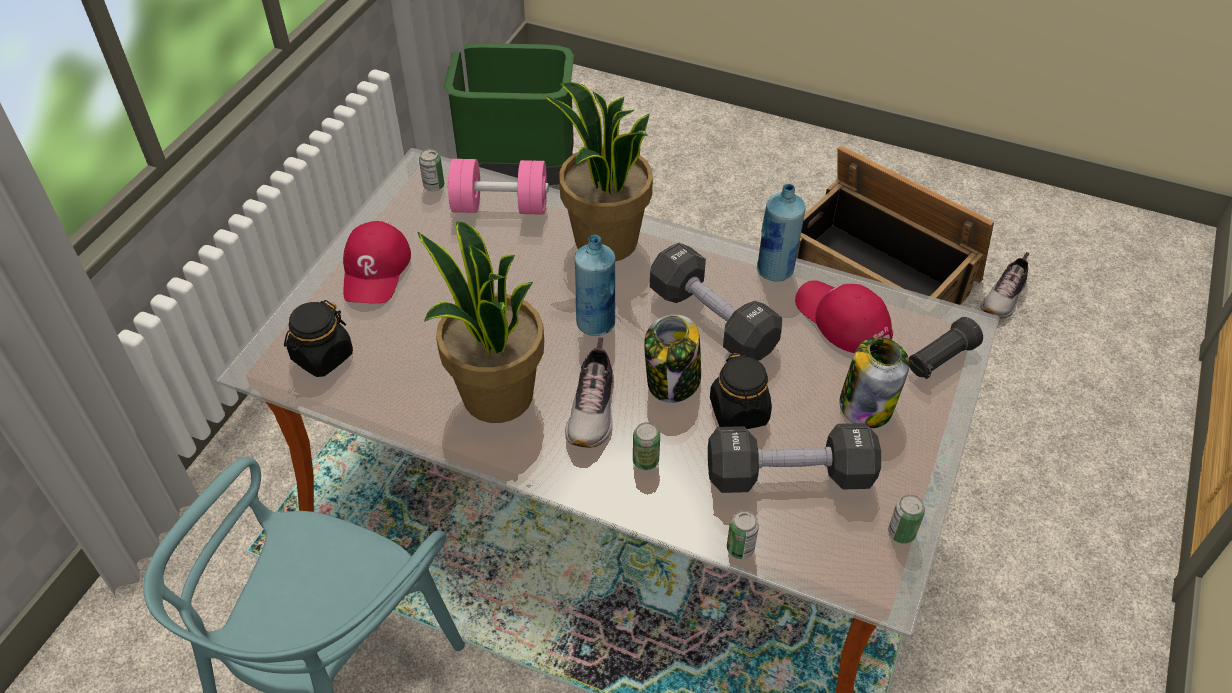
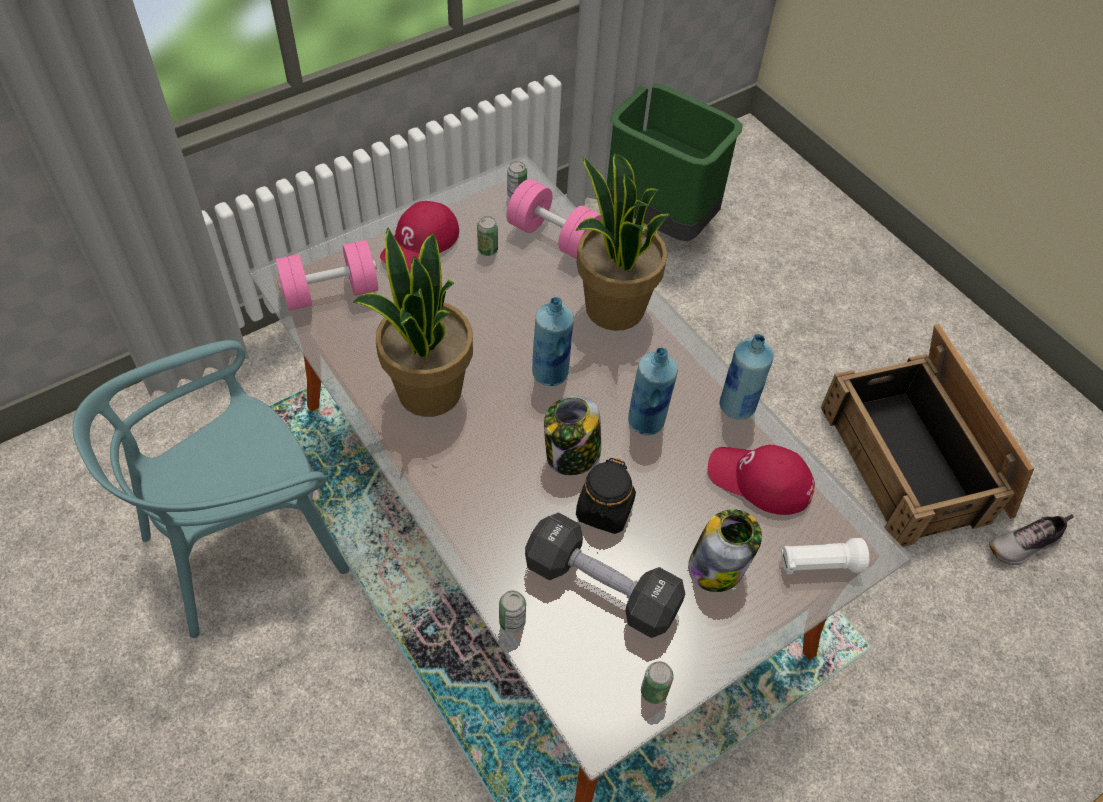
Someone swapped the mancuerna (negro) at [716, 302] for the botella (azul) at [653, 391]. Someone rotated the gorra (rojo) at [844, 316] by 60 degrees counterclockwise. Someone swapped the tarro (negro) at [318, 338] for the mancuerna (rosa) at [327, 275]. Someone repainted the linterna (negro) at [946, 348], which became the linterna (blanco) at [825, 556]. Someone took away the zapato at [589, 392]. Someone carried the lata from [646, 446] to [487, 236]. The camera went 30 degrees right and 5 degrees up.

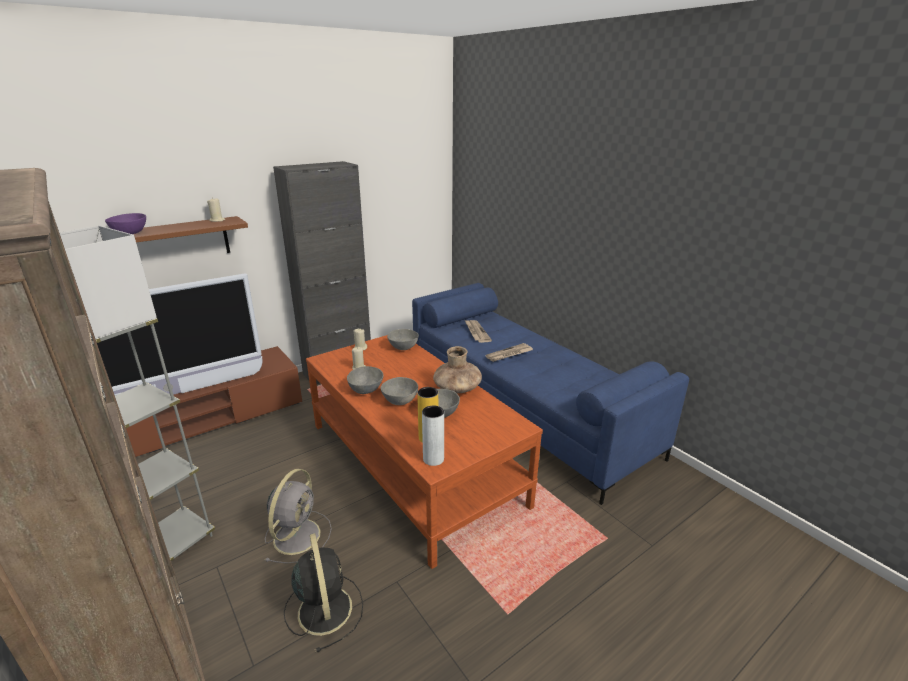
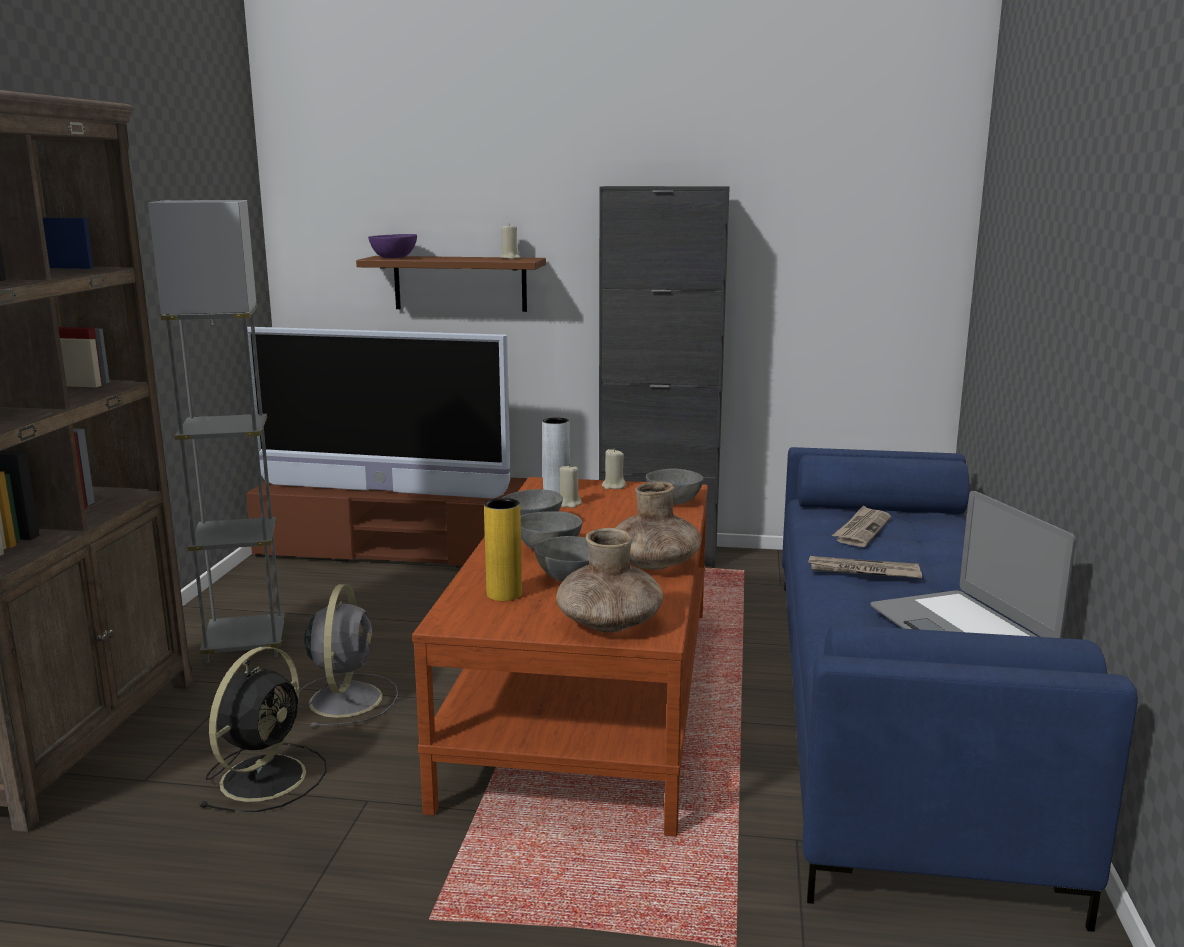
Someone carried the florero (gris) from [433, 436] to [556, 456]. Someone rotated the ventilador (gris) at [298, 516] by 60 degrees counterclockwise. Someone put down the portátil at [973, 564]. Someone put down the florero (marrón) at [609, 580]. The camera went 45 degrees right and 10 degrees down.

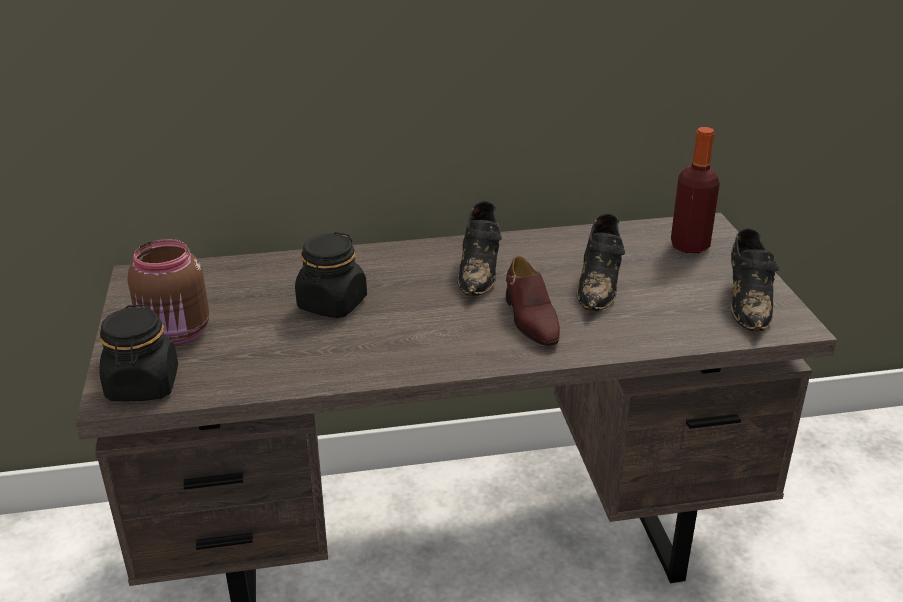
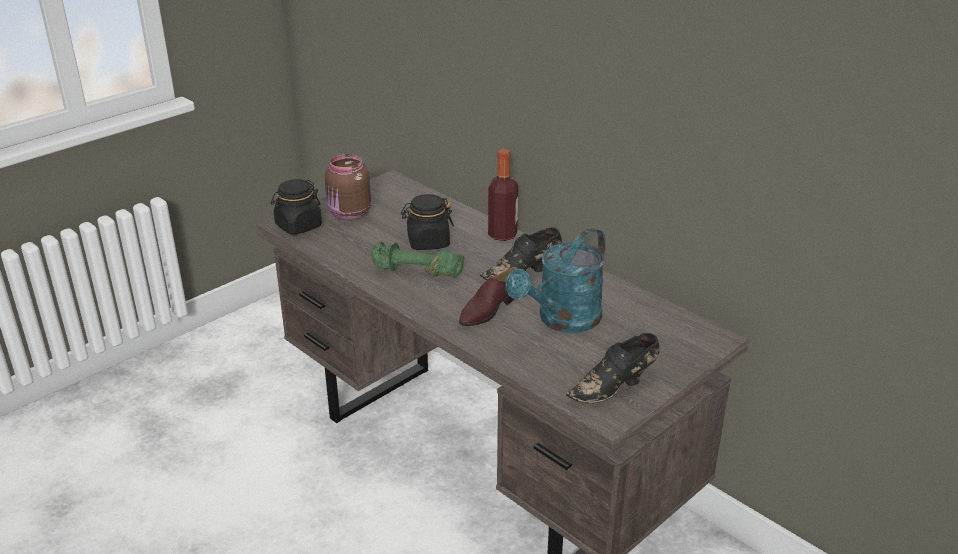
Someone carried the botella from [695, 190] to [503, 195]. Someone swapped the zapato (negro) at [600, 262] for the regadera (turquesa) at [556, 280]. Someone put down the mancuerna (verde) at [417, 259]. The camera went 55 degrees right and 0 degrees up.

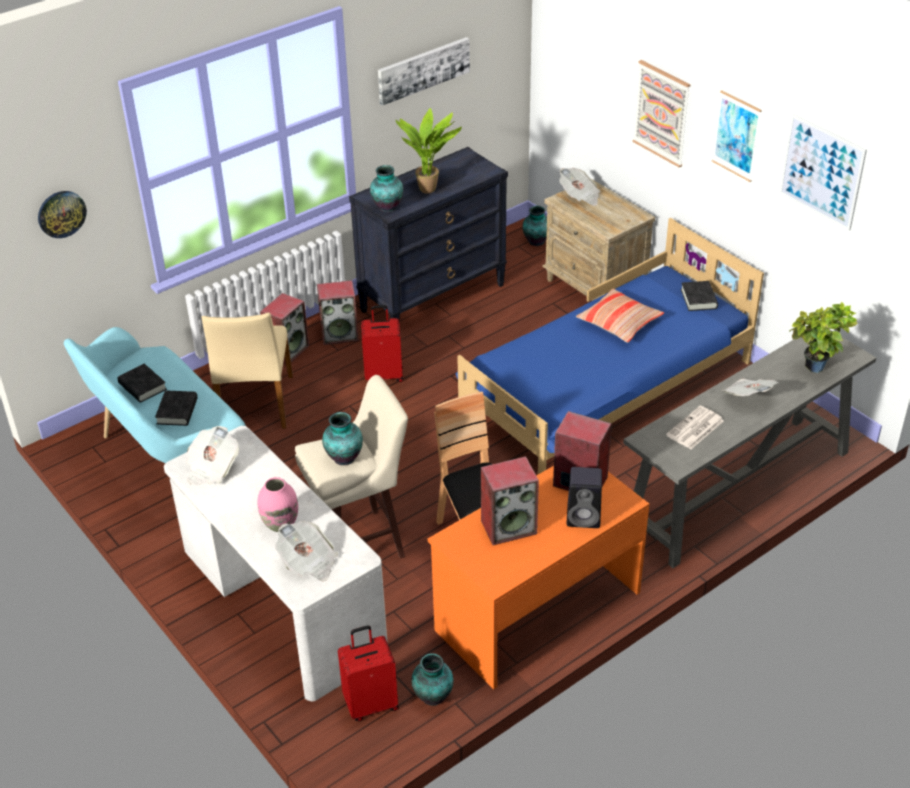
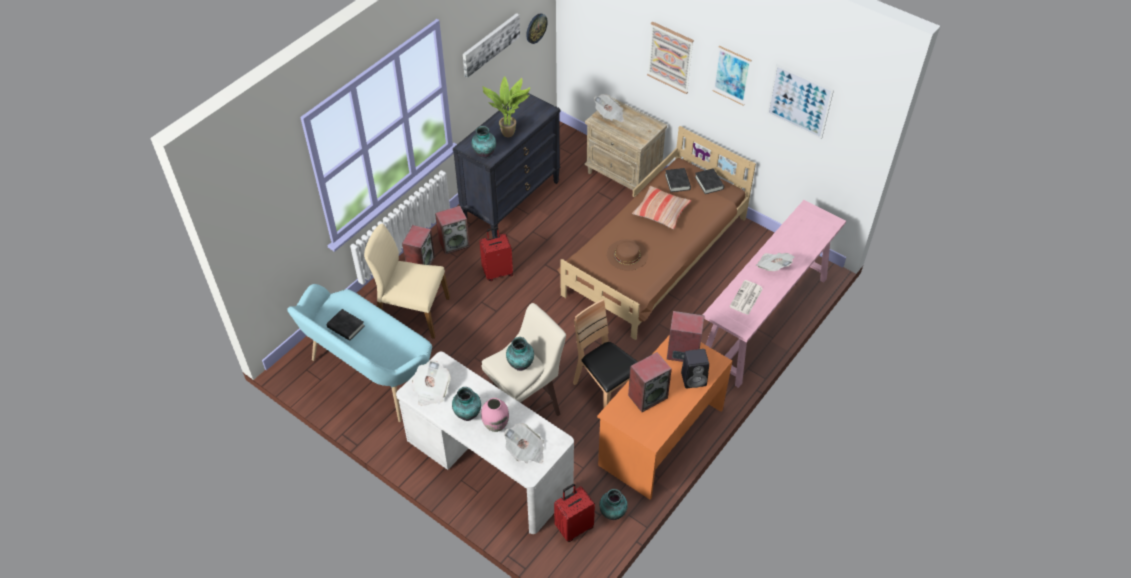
Someone carried the reloj de pared from [62, 214] to [537, 28]. Someone carried the florero from [534, 226] to [466, 404]. Someone repainted the cama (azul) at [609, 346], which became the cama (marrón) at [657, 233]. Someone took away the planta en maceta at [824, 337]. Someone rotated the silla (beis) at [247, 371] by 120 degrees clockwise. Someone repainted the mesa consola (gris) at [749, 448], which became the mesa consola (rosa) at [774, 294]. Someone carried the libro (negro) from [176, 408] to [678, 180]. Someone put down the sombrero (marrón) at [627, 255]. The camera went 15 degrees left and 10 degrees up.

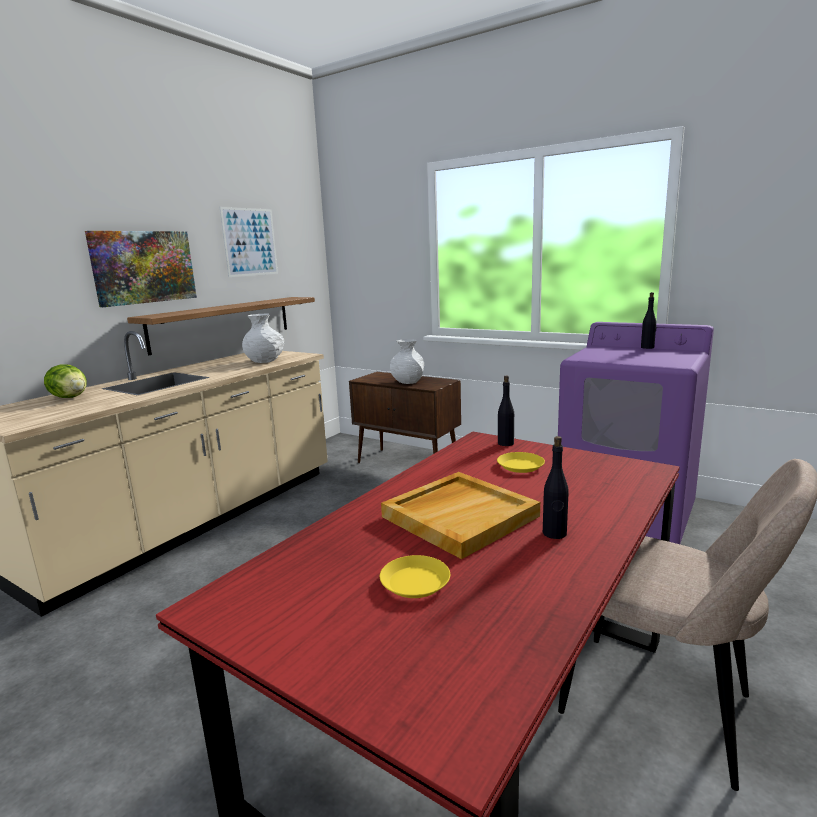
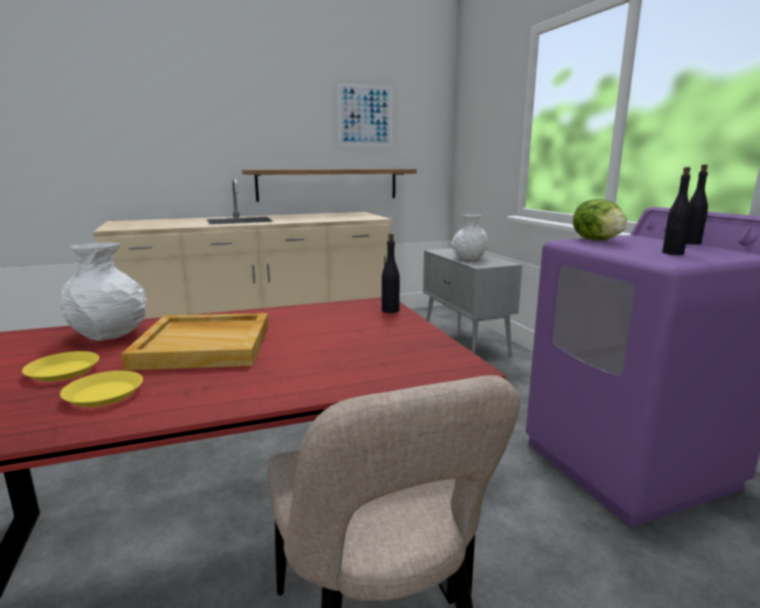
Someone took away the cuadro at [141, 269]. Someone carried the florero (blanco) from [263, 338] to [103, 291]. Someone carried the lechuga from [65, 381] to [600, 219]. Someone repainted the armario (marrón) at [405, 417], which became the armario (gris) at [472, 302]. Someone carried the botella (negro) from [556, 487] to [676, 211]. Someone carried the plato (amarillo) from [521, 462] to [101, 389]. The camera went 35 degrees right and 0 degrees up.

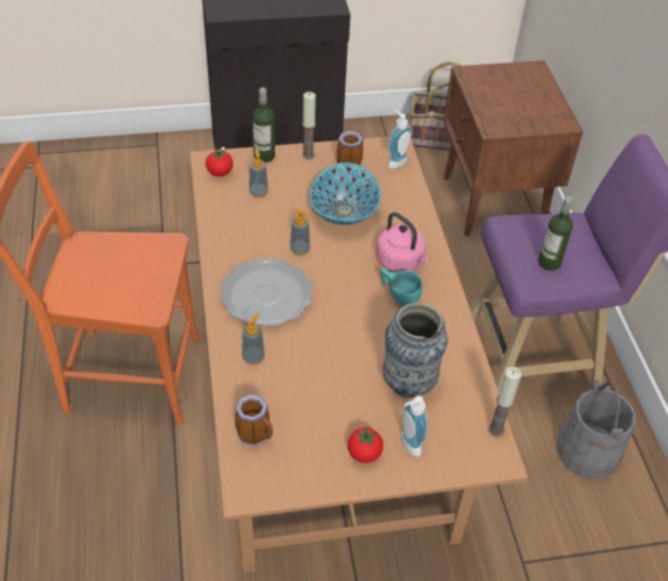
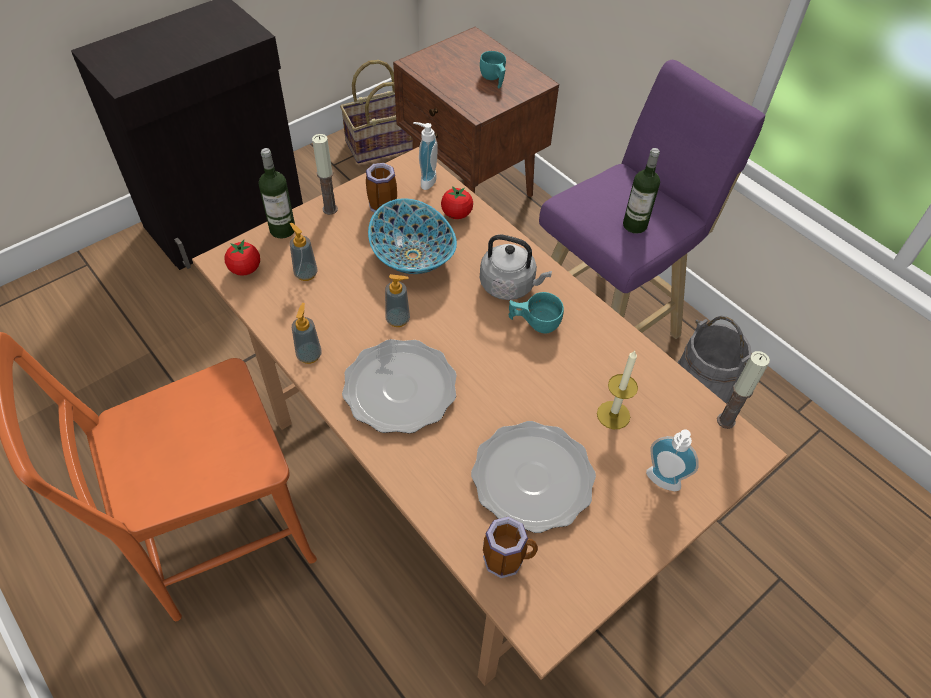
Someone repainted the hervidor (rosa) at [403, 242], which became the hervidor (gris) at [516, 267]. Someone swapped the florero at [415, 350] for the vela at [617, 390]. Someone carried the dispensador de jabón from [253, 339] to [307, 333]. Someone carried the tomate from [365, 445] to [457, 202]. Someone put down the taza (turquesa) at [493, 69]. Someone put down the plato at [533, 477]. The camera went 30 degrees left and 5 degrees up.

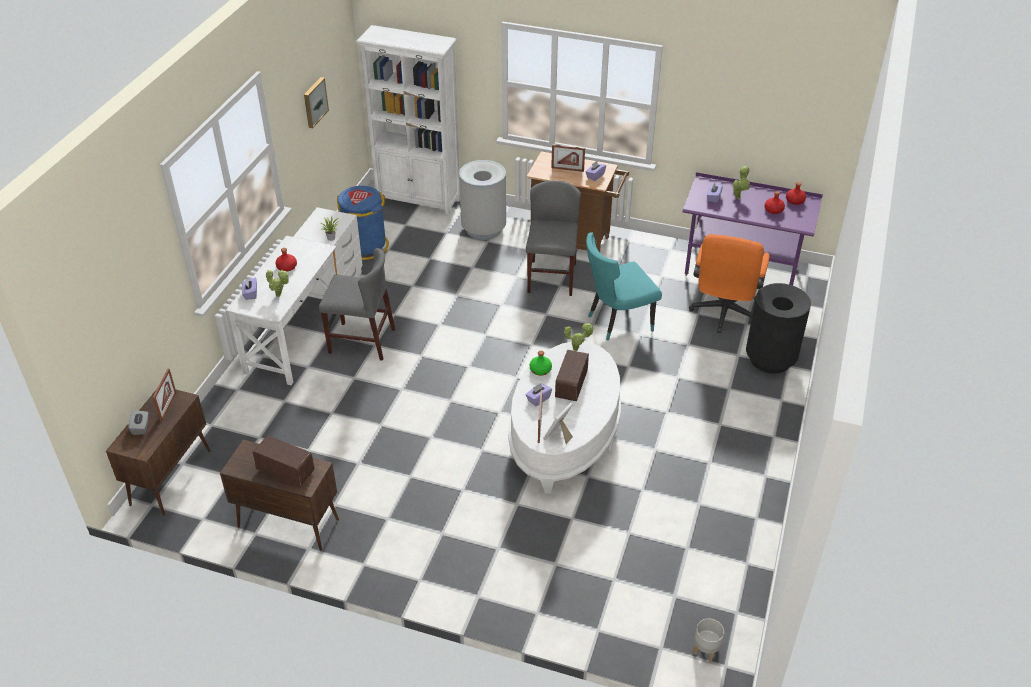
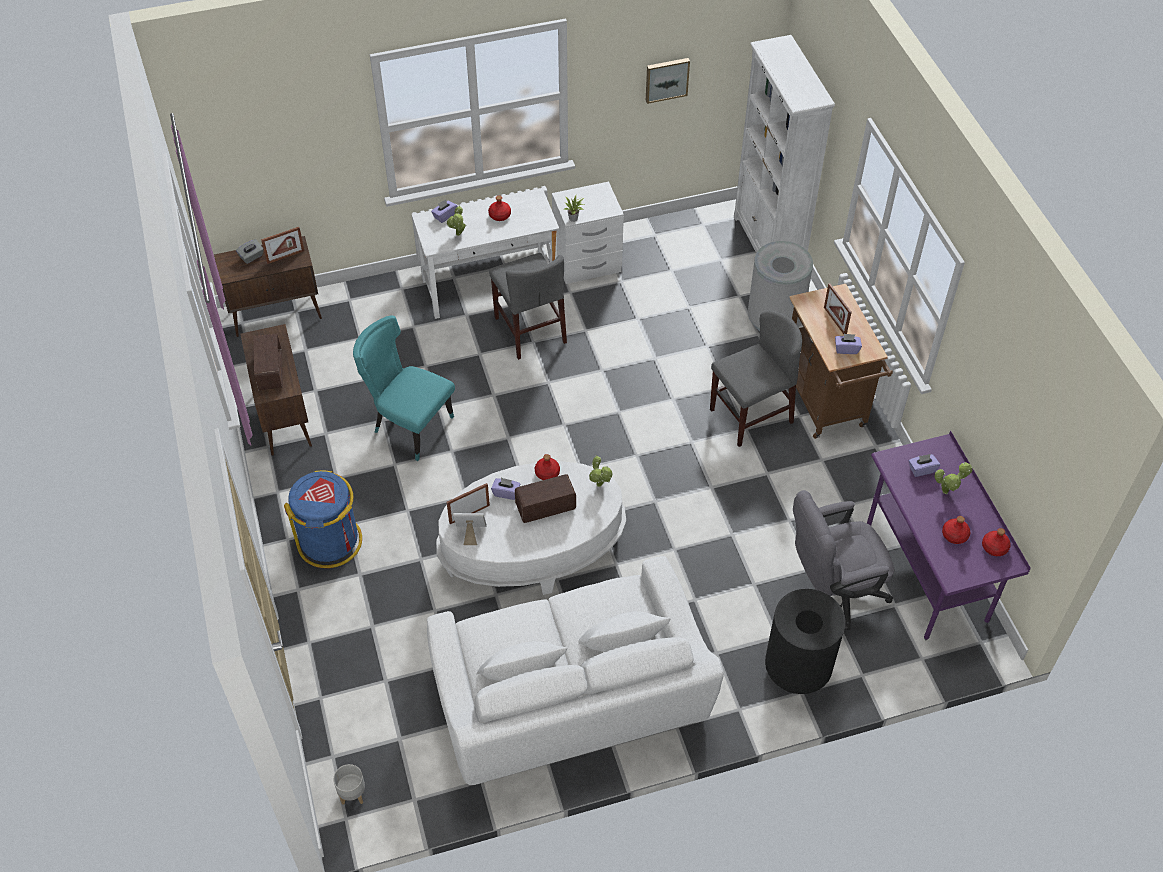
Someone carried the papelera (azul) from [363, 223] to [323, 519]. Someone carried the silla (turquesa) from [624, 286] to [404, 388]. Someone repainted the silla de oficina (naranja) at [729, 283], which became the silla de oficina (gris) at [843, 560]. Someone repainted the botella (verde) at [541, 363], which became the botella (rojo) at [547, 467]. Someone put down the sofá (blanco) at [575, 670]. The camera went 55 degrees right and 10 degrees up.

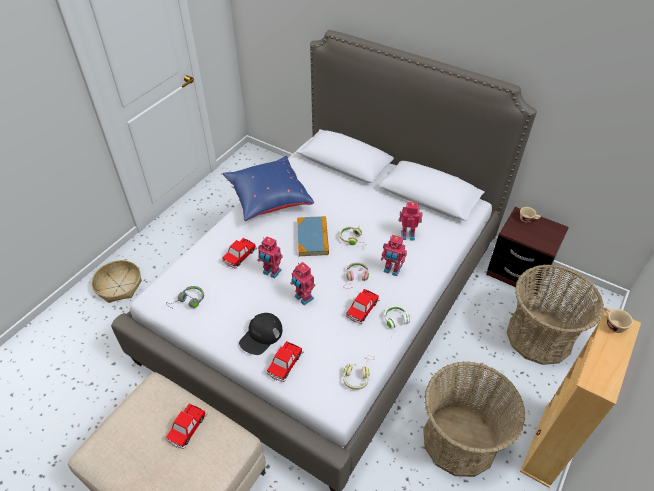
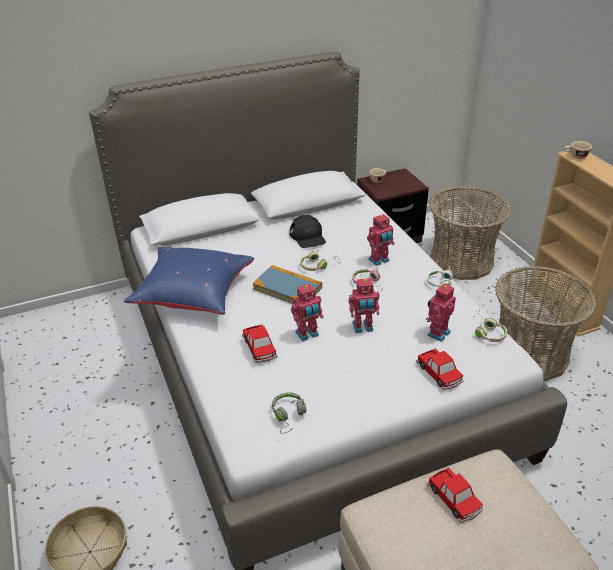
Someone carried the robot de juguete from [411, 221] to [441, 312]. Someone took away the coche de juguete at [363, 306]. Someone carried the gorra (negro) from [260, 334] to [308, 231]. The camera went 55 degrees left and 10 degrees down.

